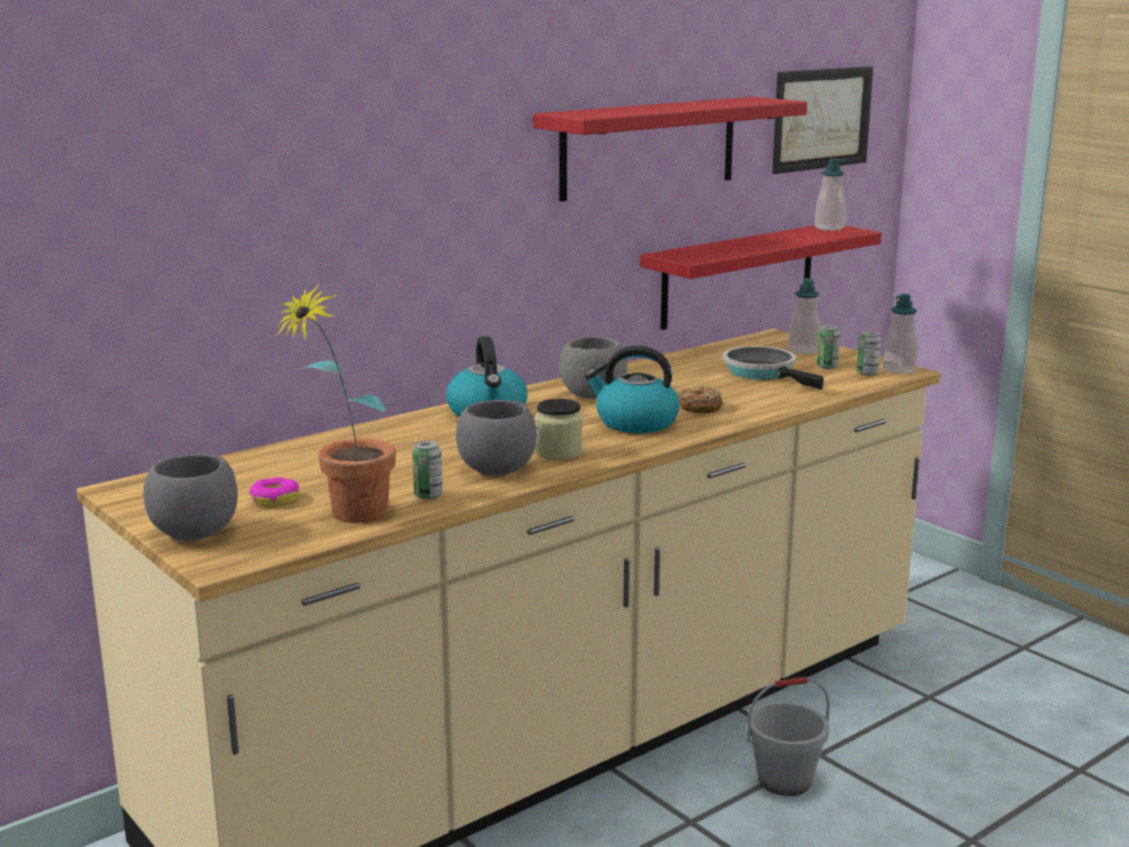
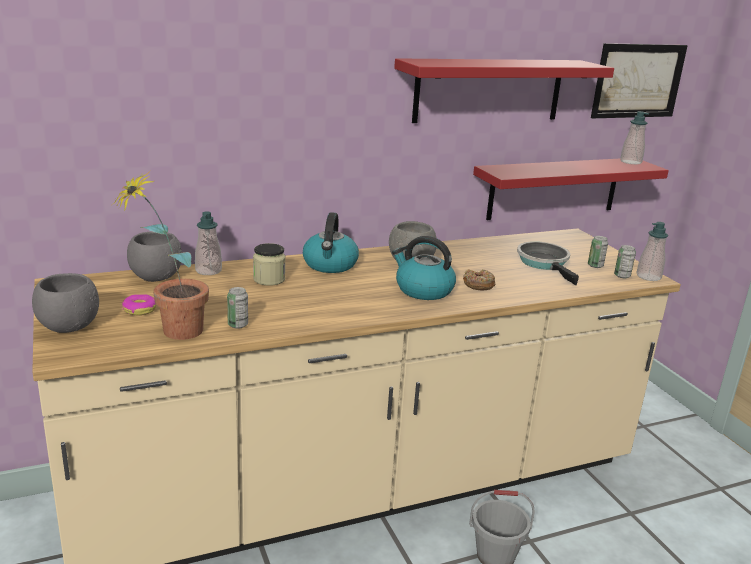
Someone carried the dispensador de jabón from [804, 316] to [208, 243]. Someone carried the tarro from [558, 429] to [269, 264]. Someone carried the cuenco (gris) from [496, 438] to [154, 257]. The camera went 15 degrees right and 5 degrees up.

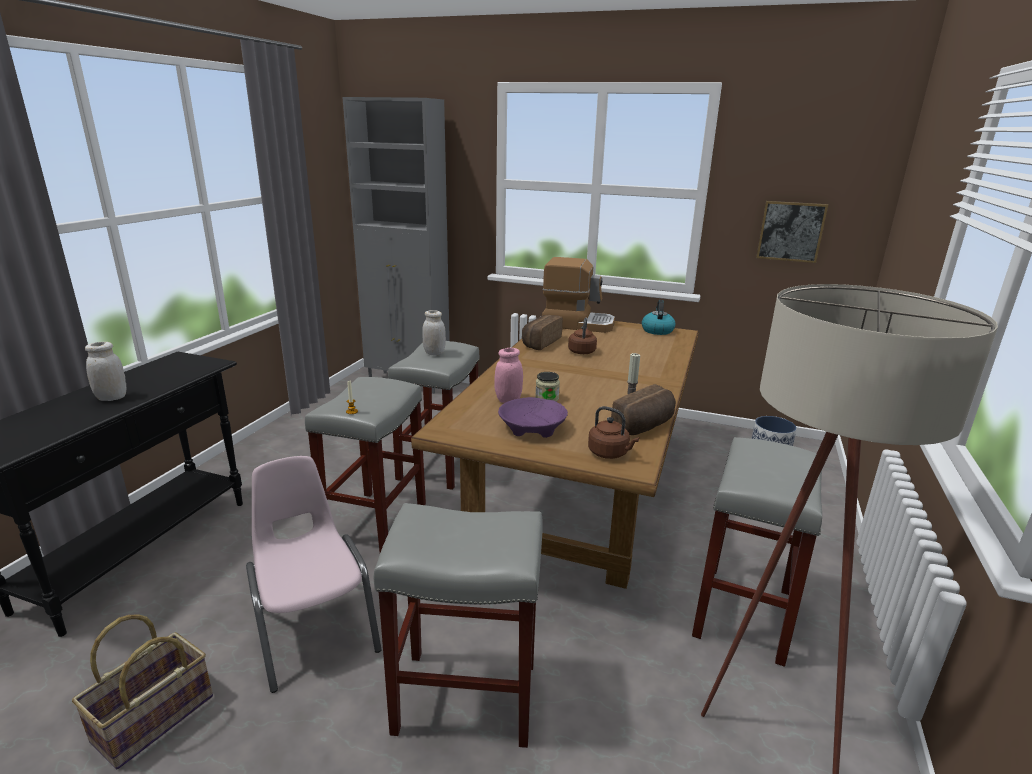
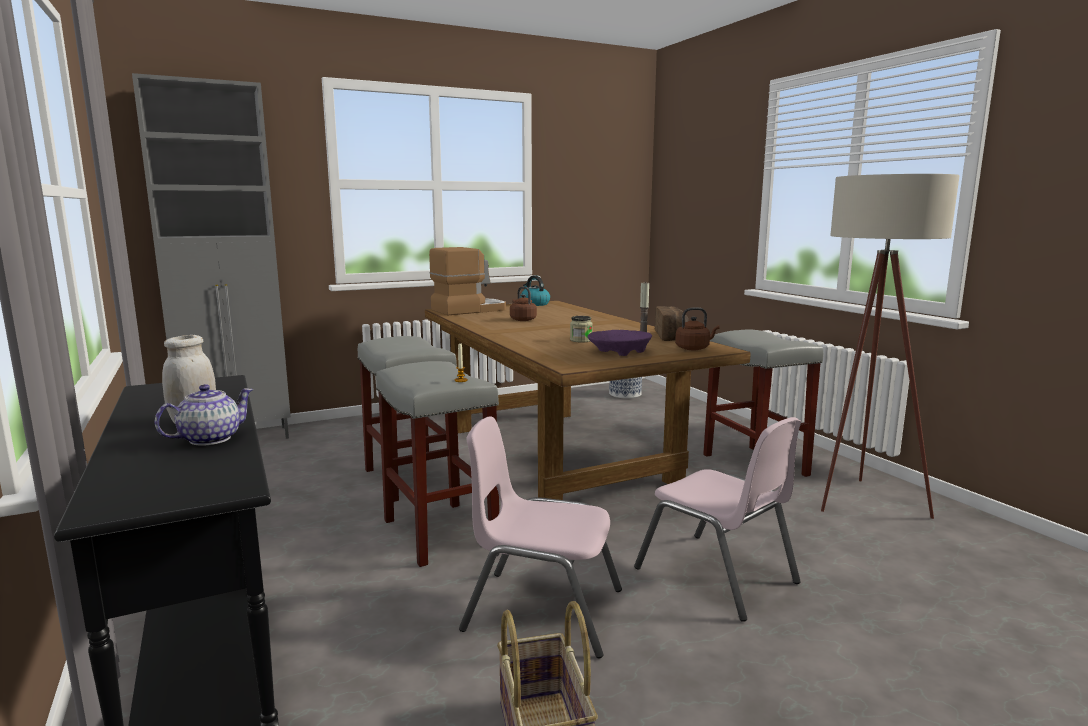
Someone took away the cuadro at [792, 232]. Someone took away the tarro (blanco) at [434, 333]. Someone took away the pan at [542, 332]. Someone took away the tarro (rosa) at [508, 375]. Someone swapped the taburete (gris) at [458, 625] for the silla (rosa) at [717, 519]. Someone put down the tetera at [204, 415]. The camera went 45 degrees left and 10 degrees down.

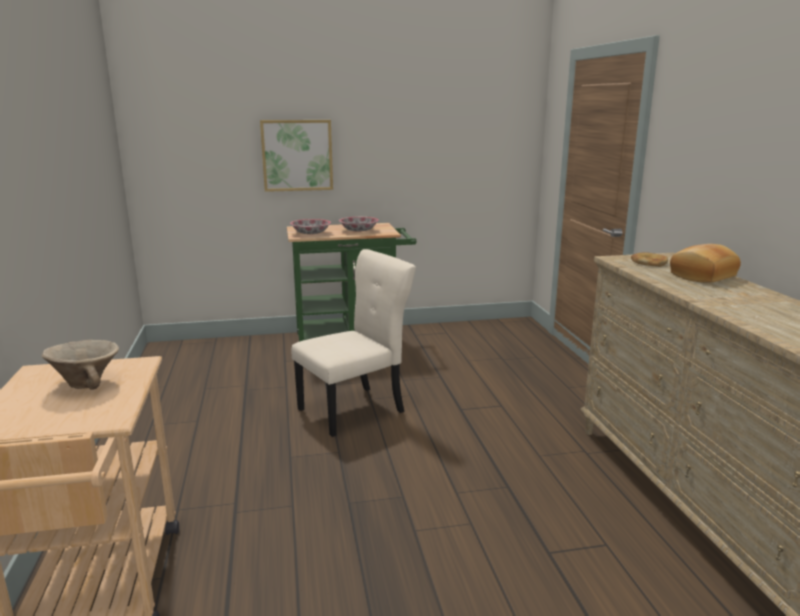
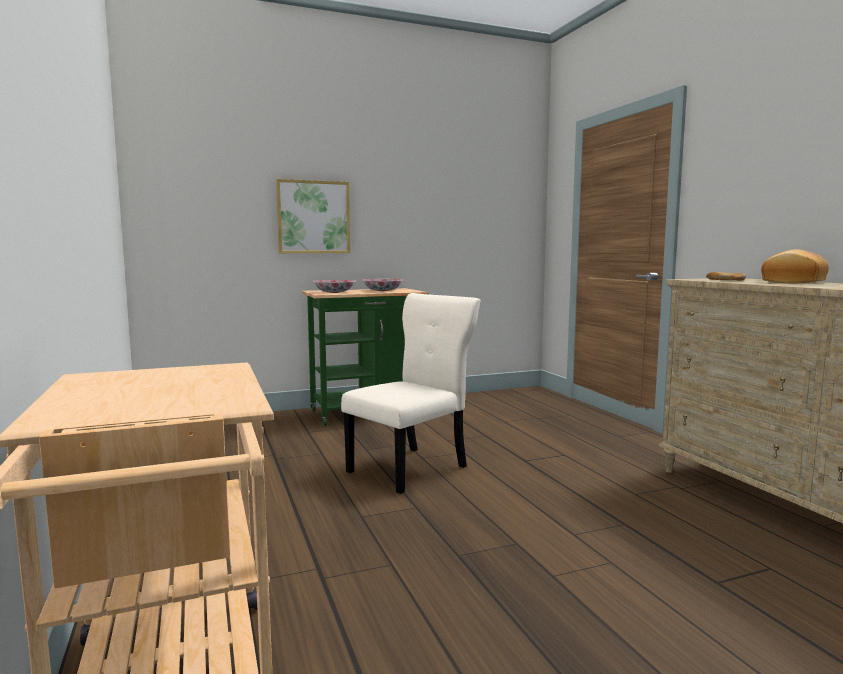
Someone took away the cuenco (beis) at [80, 365]. The camera went 10 degrees left and 10 degrees down.

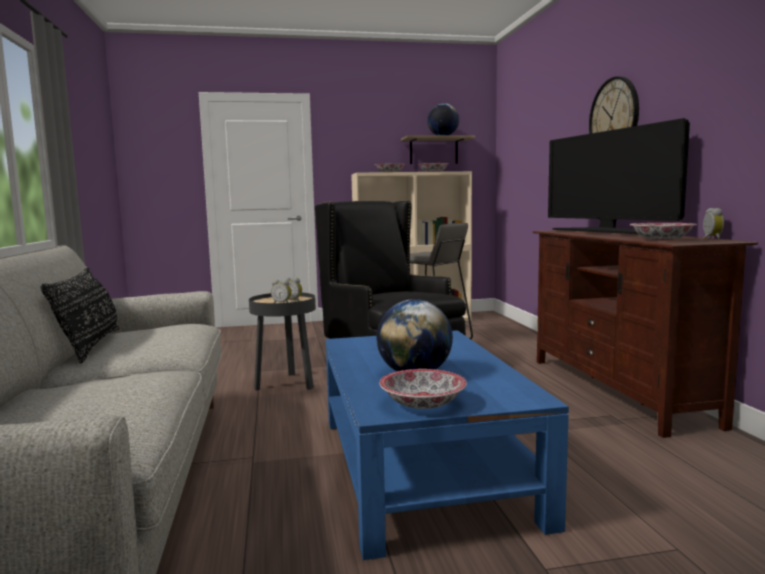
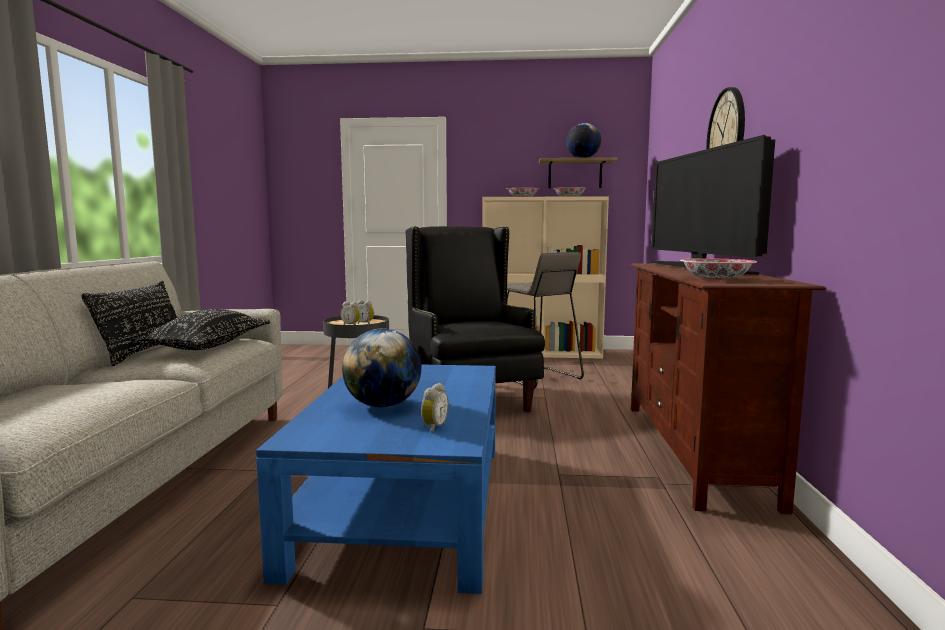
Someone carried the despertador from [713, 223] to [435, 408]. Someone took away the cuenco at [423, 389]. Someone put down the cojín (negro) at [200, 329]. The camera went 15 degrees right and 0 degrees up.

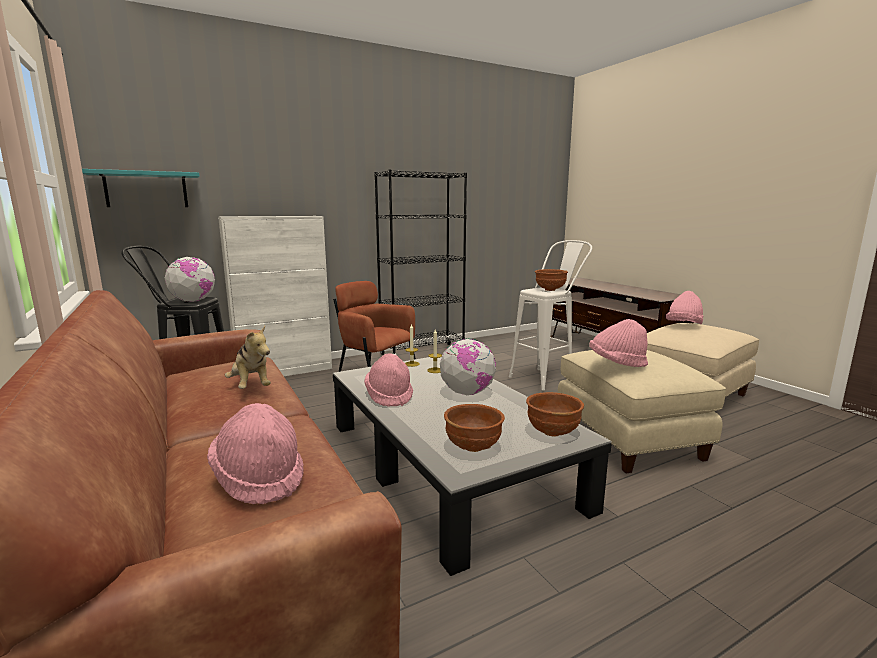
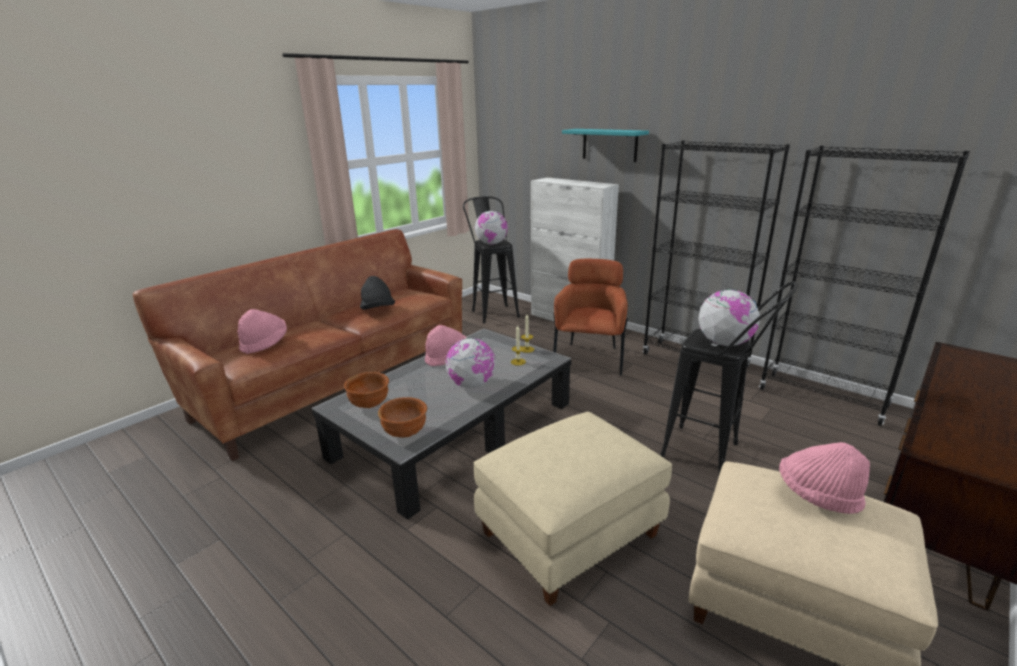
Someone carried the estante (turquesa) from [141, 188] to [605, 145]. Someone repainted the taburete (blanco) at [550, 315], which became the taburete (negro) at [729, 379]. Someone swapped the cuenco (marrón) at [551, 280] for the globo terráqueo at [729, 317]. Someone took away the sombrero (rosa) at [618, 343]. Someone swapped the peluche at [248, 357] for the sombrero (negro) at [377, 293]. Someone put down the estantería (negro) at [864, 285]. The camera went 70 degrees right and 10 degrees up.

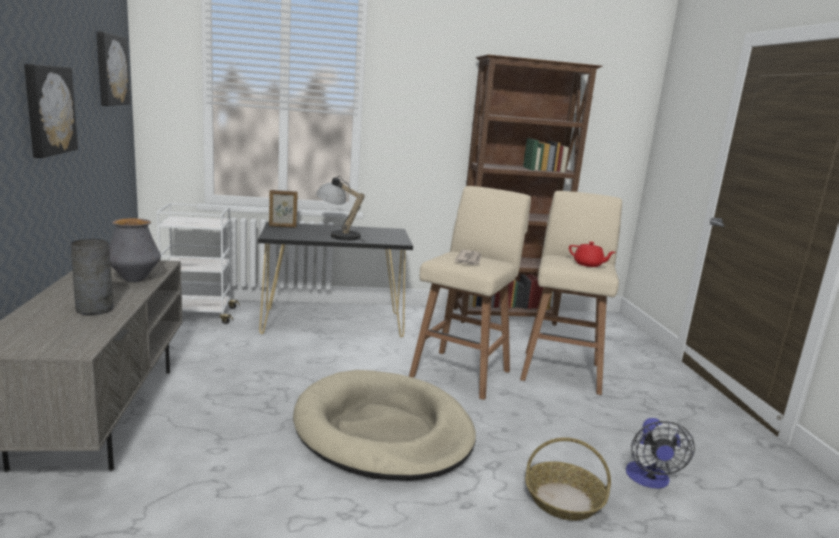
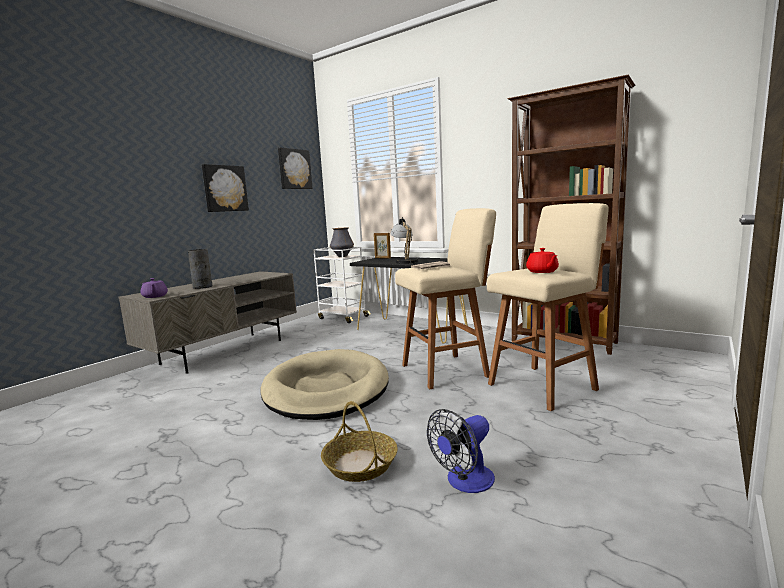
Someone carried the florero from [135, 250] to [342, 242]. Someone put down the tetera (morado) at [154, 288]. The camera went 45 degrees right and 5 degrees down.

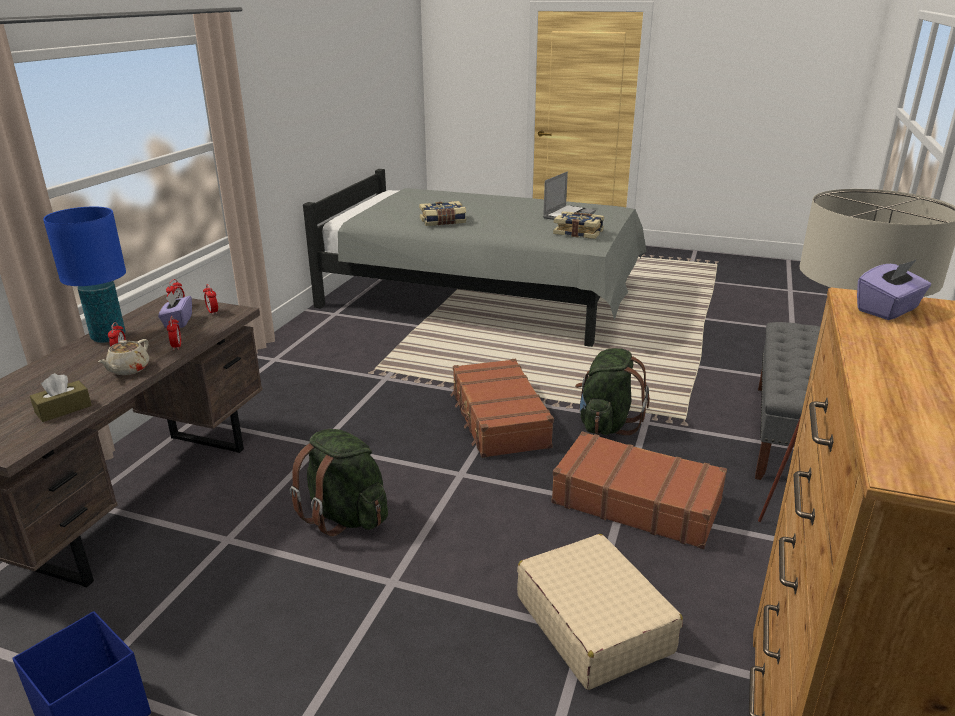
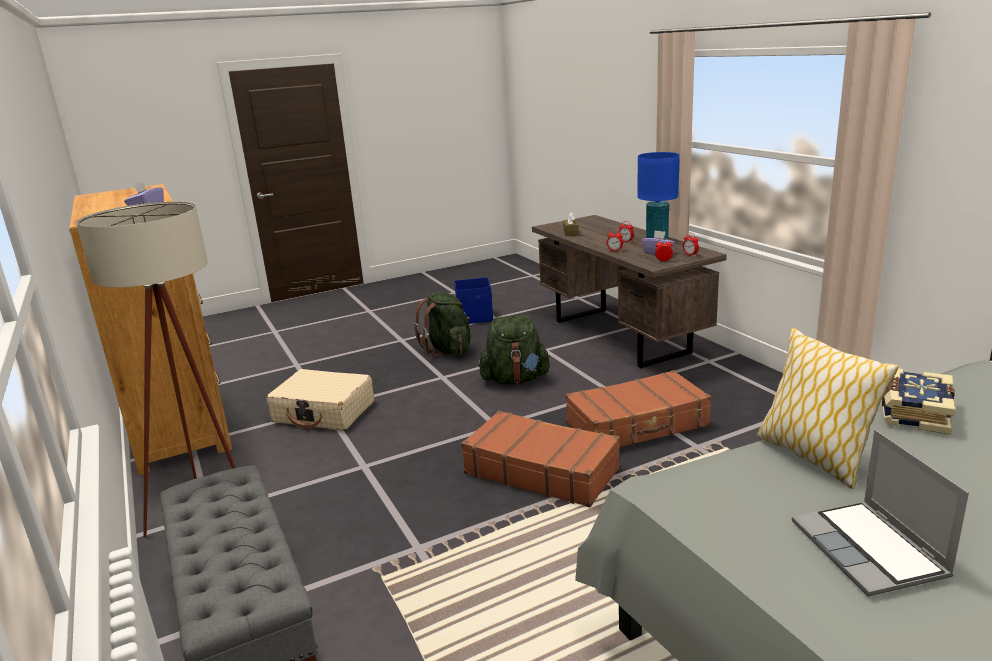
Someone took away the libro at [578, 225]. Someone took away the tetera (beis) at [123, 357]. Someone carried the mochila (verde) from [612, 391] to [442, 324]. Someone carried the maleta (marrón) from [639, 490] to [638, 408]. Someone put down the cojín at [828, 408]. The camera went 135 degrees right and 5 degrees down.

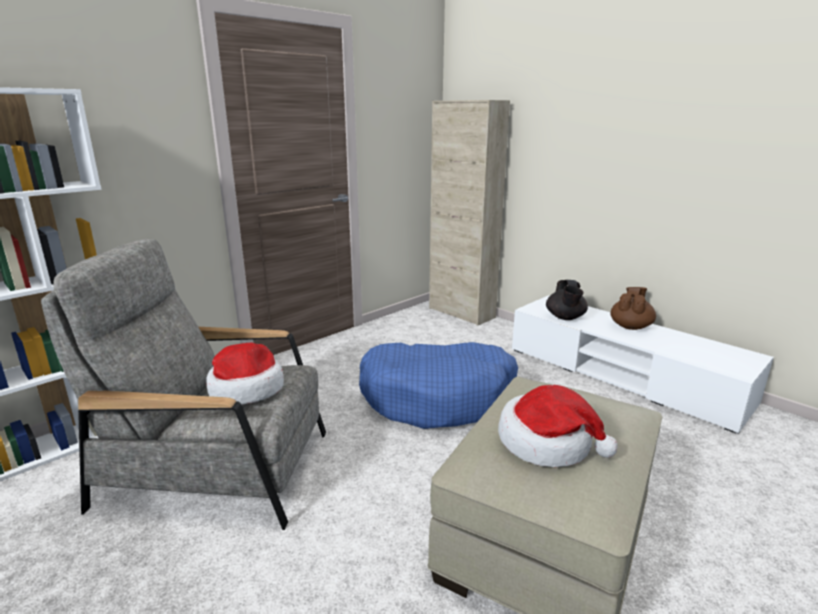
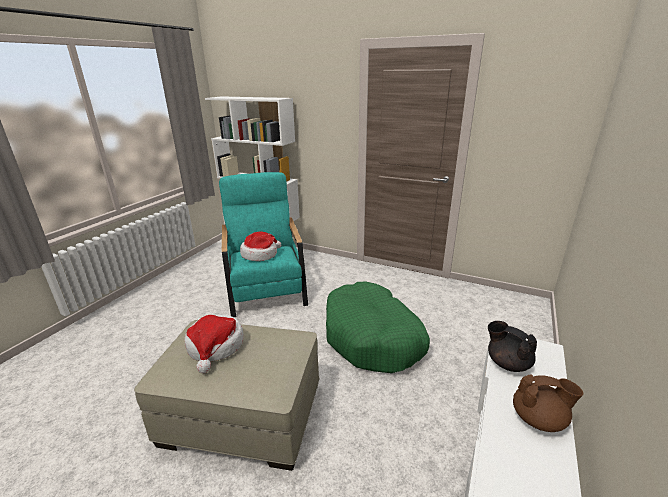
Someone took away the armario (beis) at [469, 213]. Someone repainted the sillón (gris) at [183, 384], which became the sillón (turquesa) at [263, 244]. Someone rotated the tetera (negro) at [567, 300] by 60 degrees clockwise. Someone repainted the cama para perro (azul) at [438, 385], which became the cama para perro (verde) at [378, 327]. The camera went 70 degrees right and 5 degrees up.

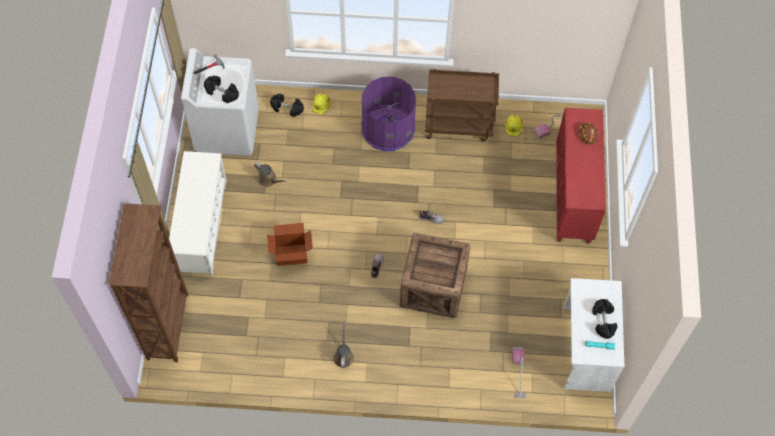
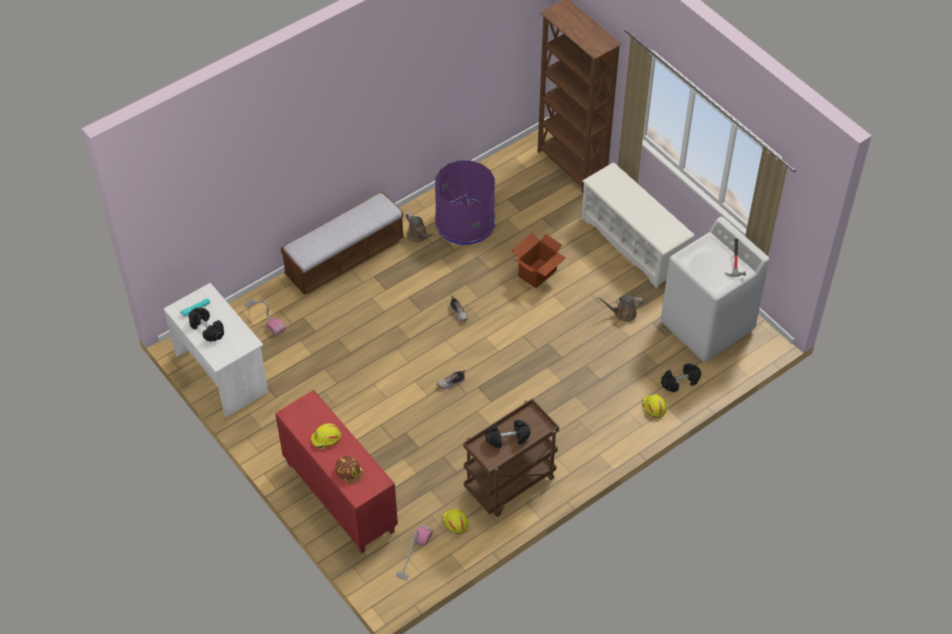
Someone carried the mancuerna (negro) from [221, 89] to [508, 434]. Someone carried the papelera (morado) from [388, 114] to [465, 203]. Someone took away the caja de embalaje at [435, 275]. Someone put down the banco at [342, 243]. Someone put down the casco (amarillo) at [326, 436]. The camera went 140 degrees right and 10 degrees down.

